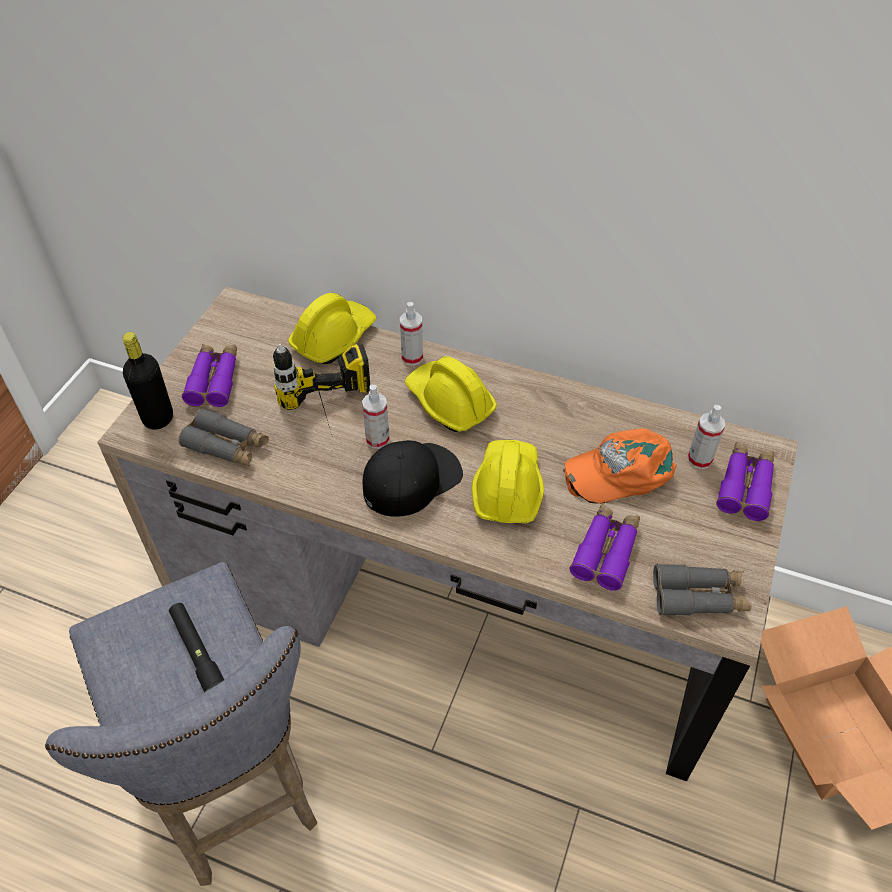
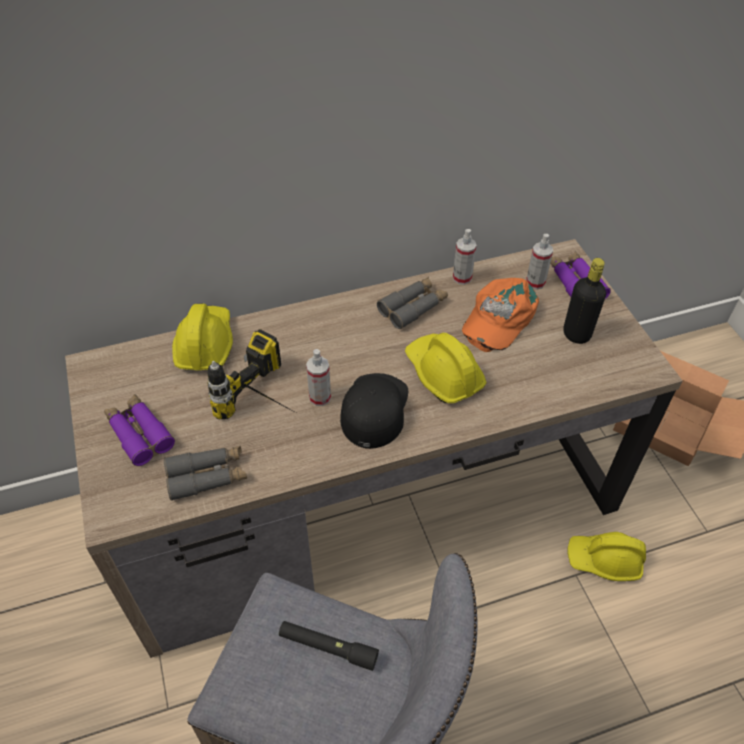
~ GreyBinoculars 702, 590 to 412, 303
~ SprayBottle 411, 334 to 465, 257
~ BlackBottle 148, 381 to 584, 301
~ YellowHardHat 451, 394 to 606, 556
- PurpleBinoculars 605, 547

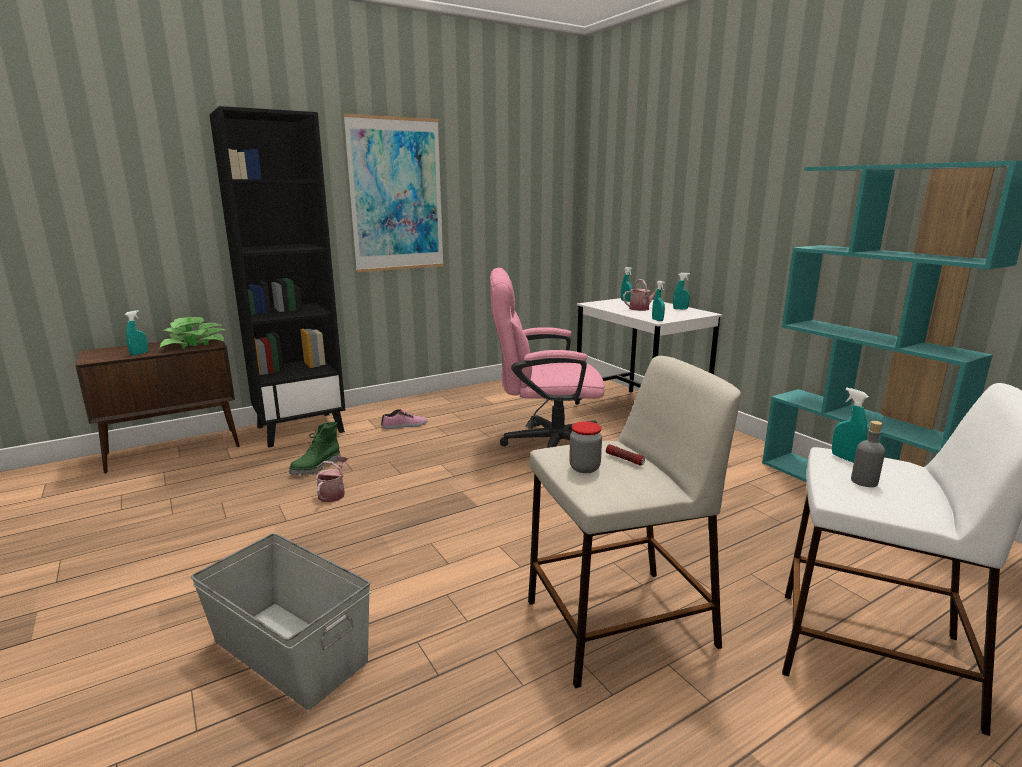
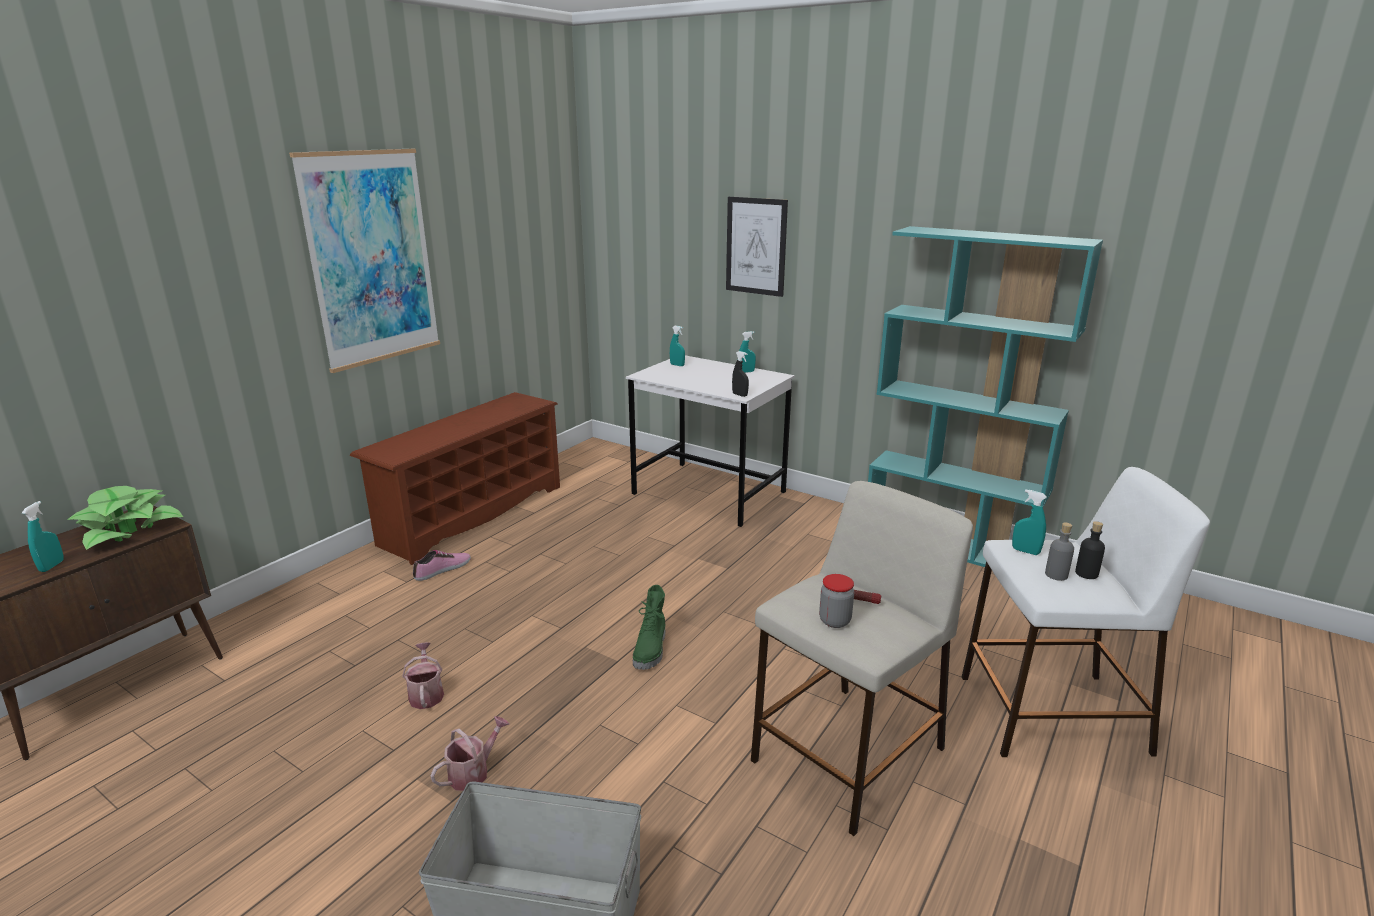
+ BrownShoeRack 455, 478
~ WateringCan 643, 295 to 469, 753
~ GreenBoot 314, 448 to 649, 627
+ Picture 757, 247
~ TurquoiseSprayBottle 658, 301 to BlackSprayBottle 740, 374
+ BlackBottle 1090, 550
- BlackBookcase 277, 277
- PinkOfficeChair 547, 358

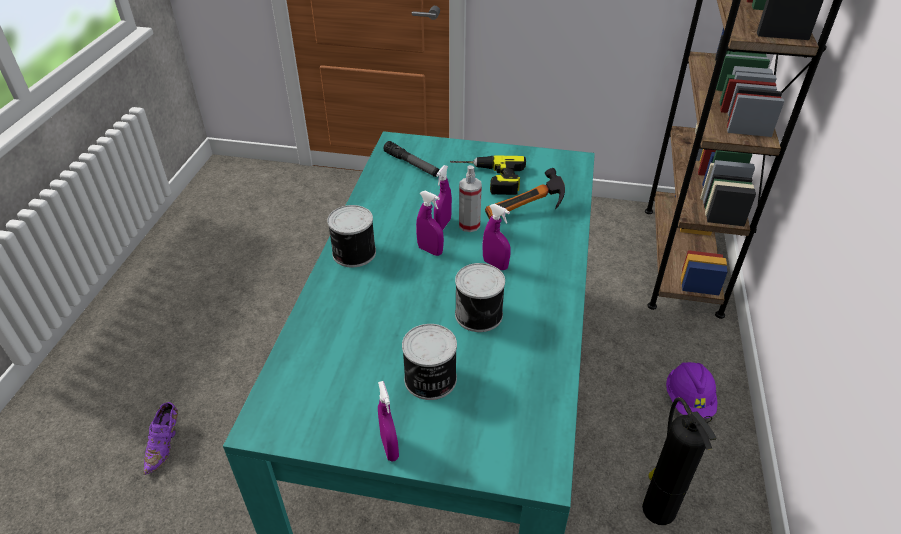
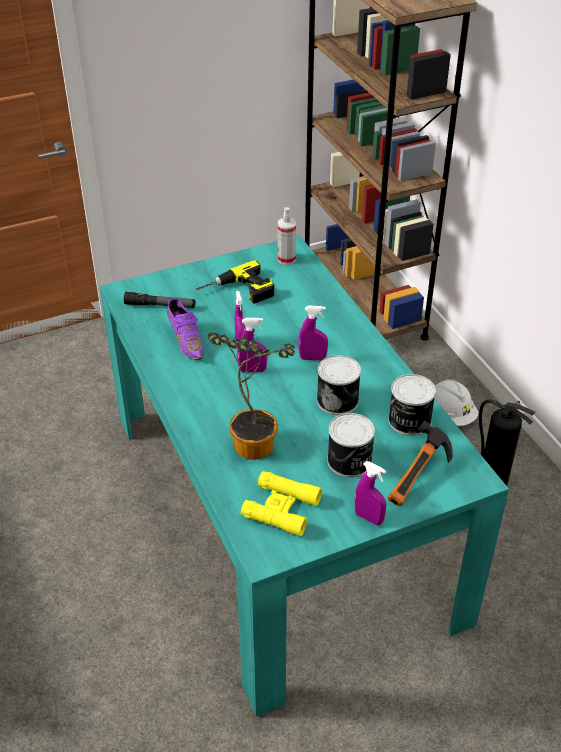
~ PurpleShoe 160, 438 to 185, 329
+ PottedPlant 251, 396
+ YellowBinoculars 281, 503
~ SprayBottle 470, 198 to 287, 236
~ Can 351, 236 to 412, 405
~ Hammer 525, 193 to 420, 463
~ PurpleHardHat 691, 390 to WhiteHardHat 456, 402

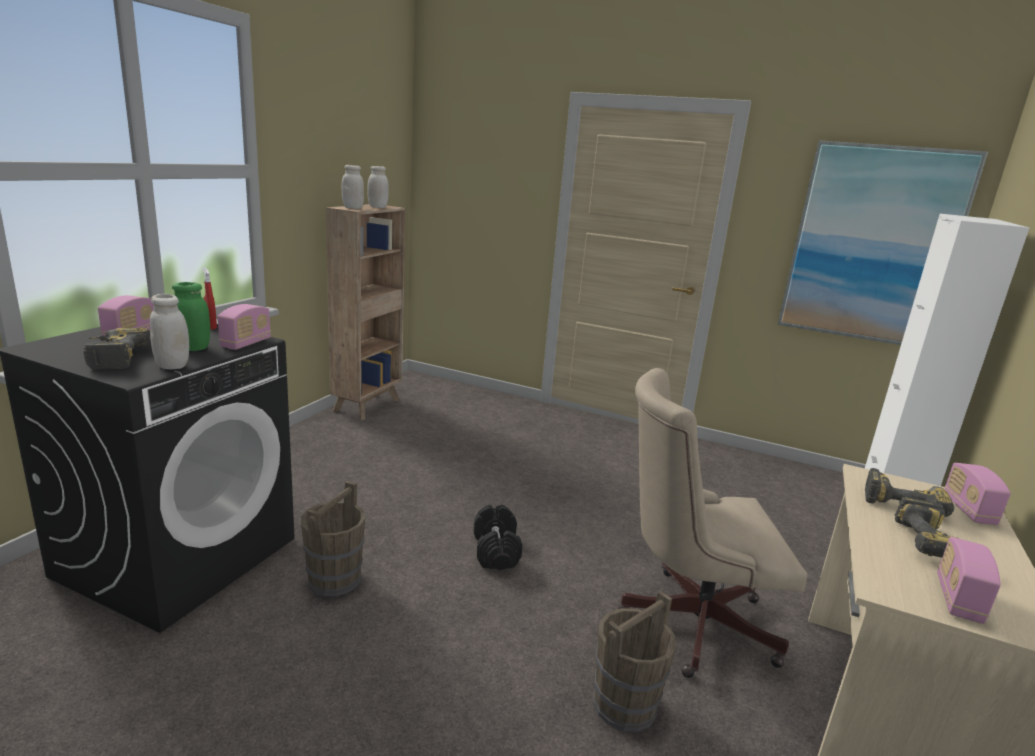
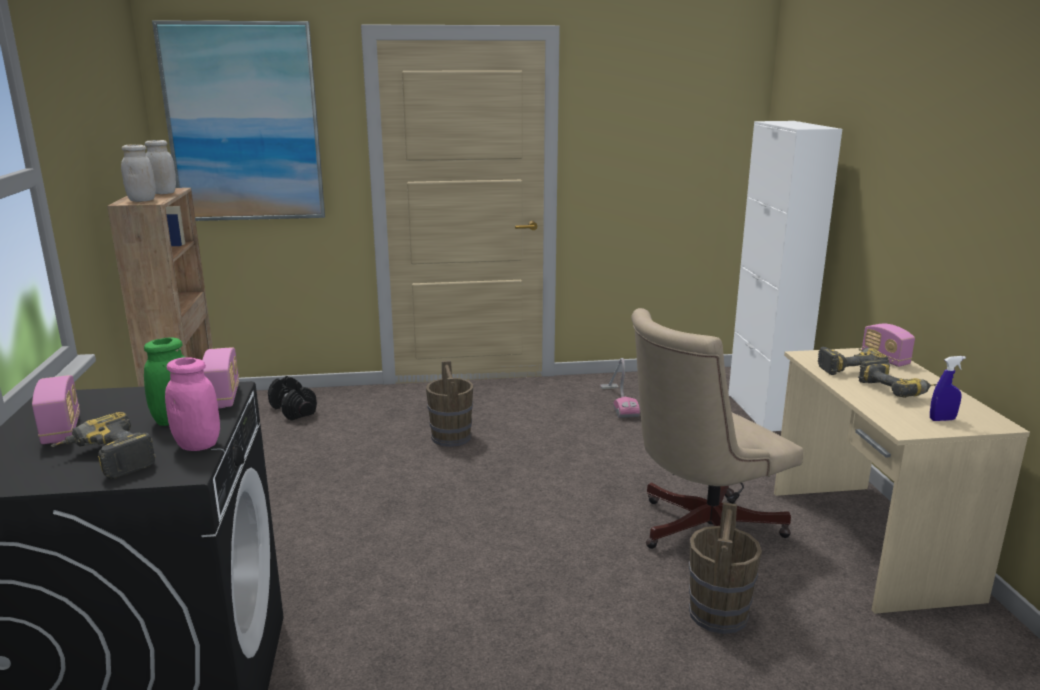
~ Picture 883, 242 to 238, 120
~ WhiteJar 169, 332 to PinkJar 192, 404
~ BlackDumbbell 498, 537 to 292, 398
~ BrownBucket 333, 538 to 449, 404
+ VacuumCleaner 620, 388
~ Radio 969, 580 to BlueSprayBottle 948, 388
- RedSprayBottle 210, 299

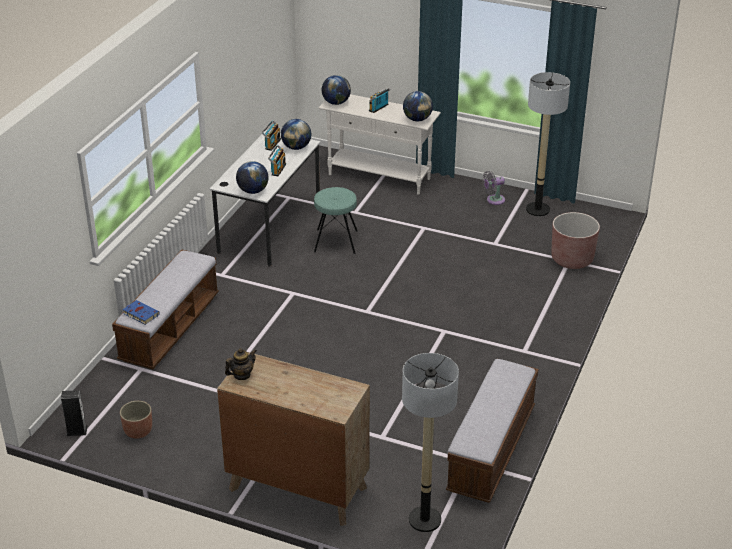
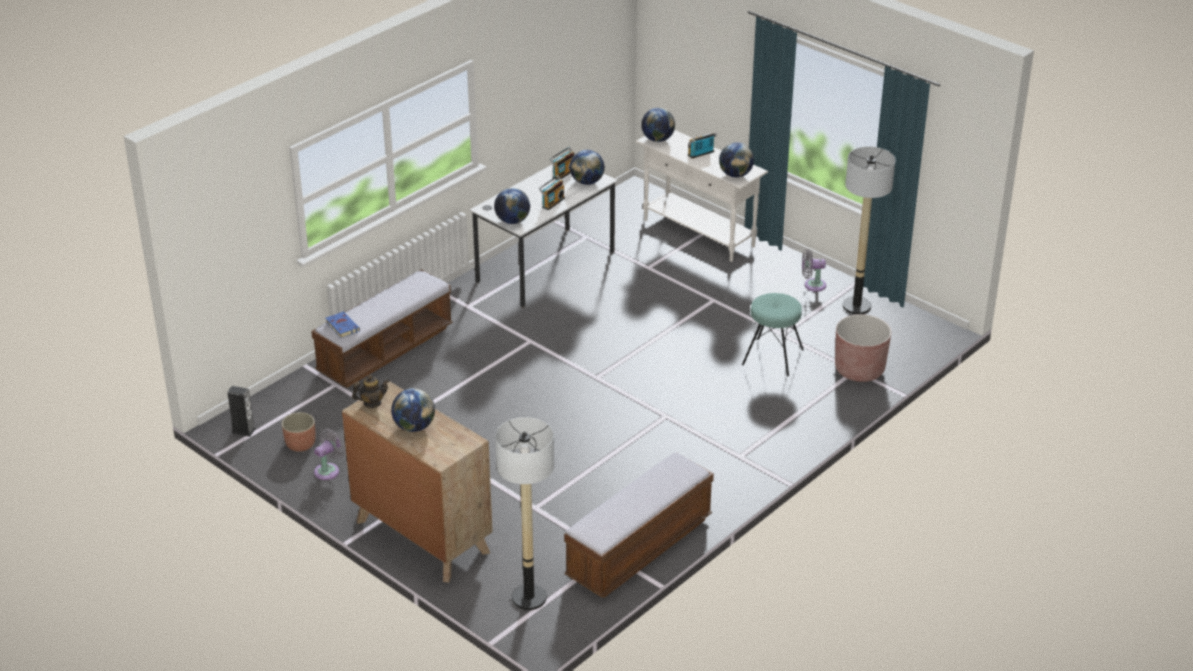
+ GreyFan 330, 454
+ Globe 413, 410
~ TurquoiseStool 336, 220 to 773, 334

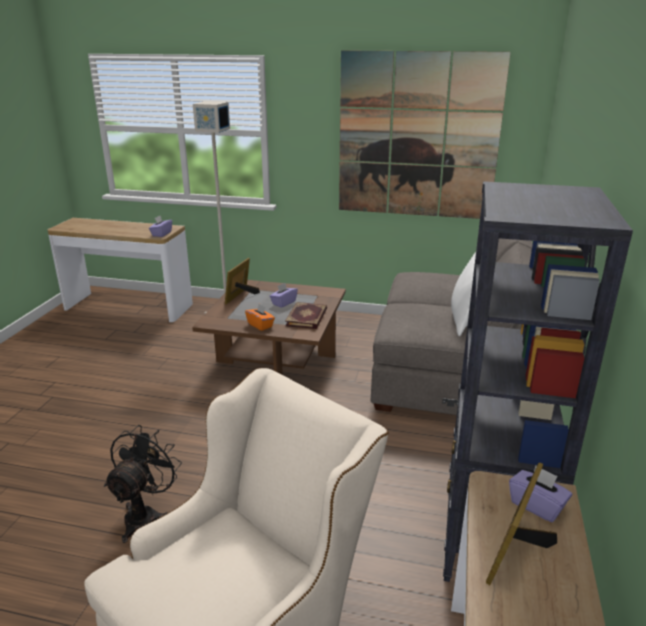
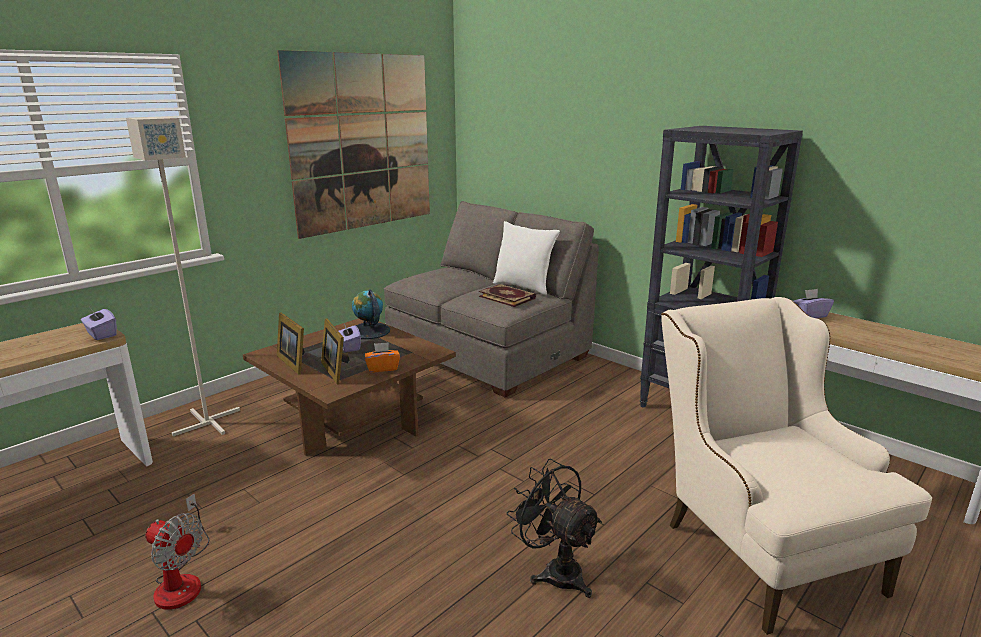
+ Fan 177, 552
~ PictureFrame 521, 524 to 335, 351
+ Globe 371, 314
~ Book 306, 315 to 507, 295

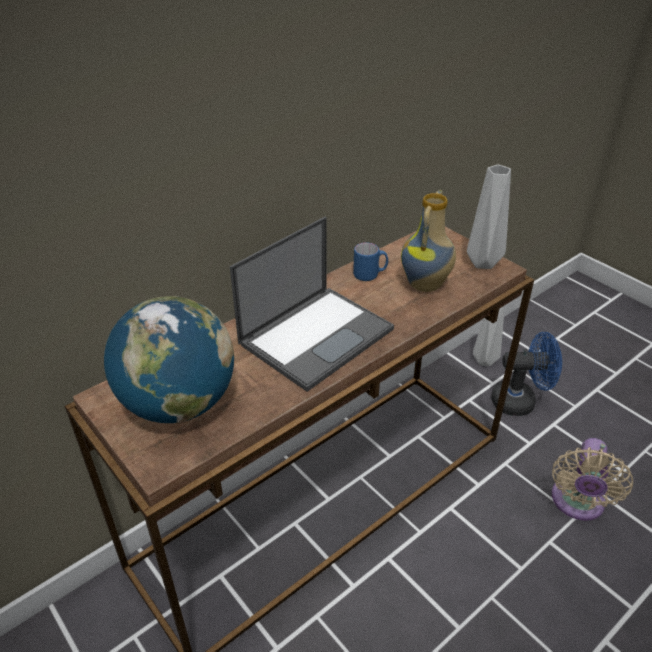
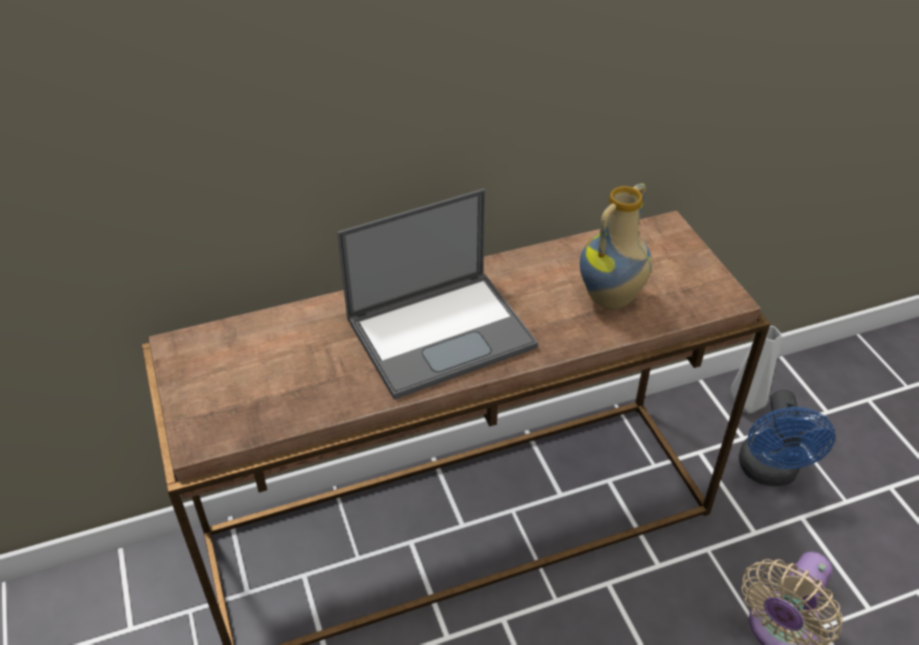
~ BlueFan 526, 374 = 787, 438 75 degrees clockwise
- Globe 169, 359
- BlueMug 370, 261
- GreyVase 489, 217

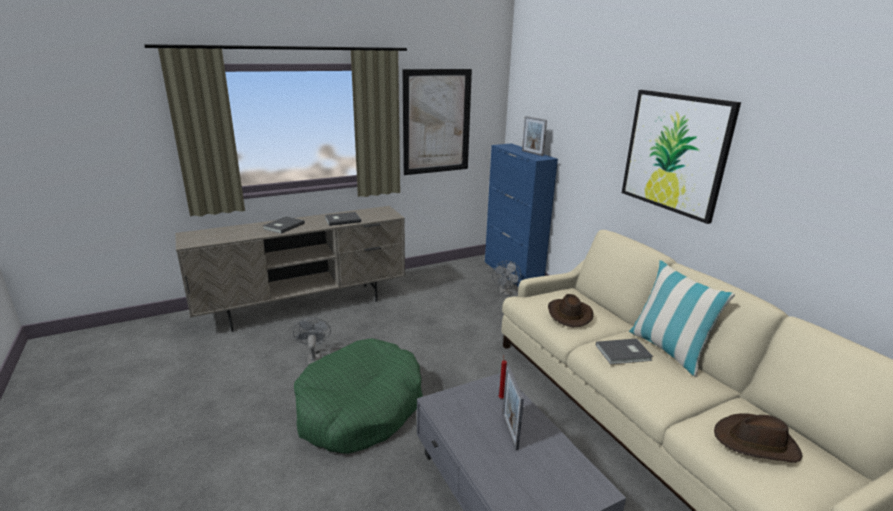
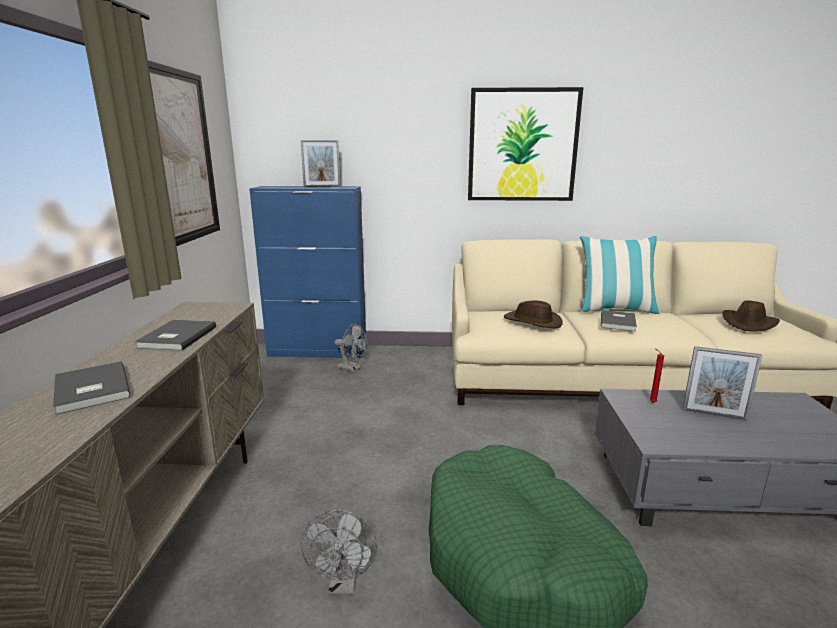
~ GreyFan 312, 342 = 338, 552 105 degrees counterclockwise

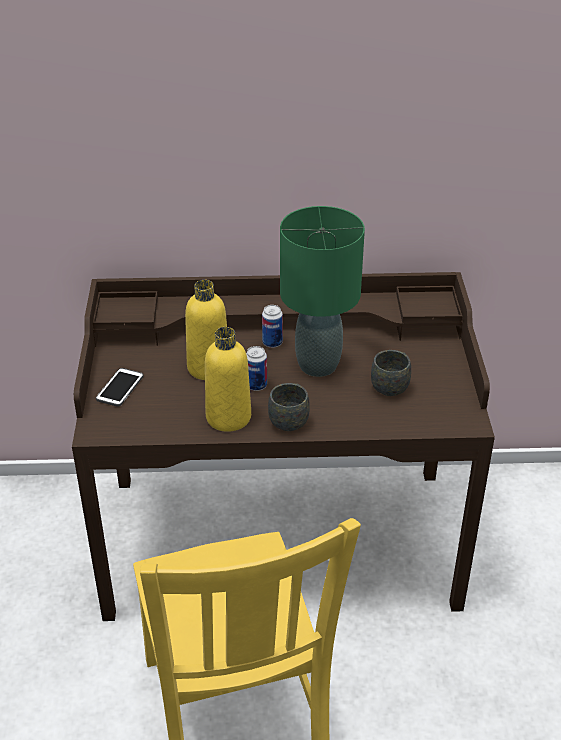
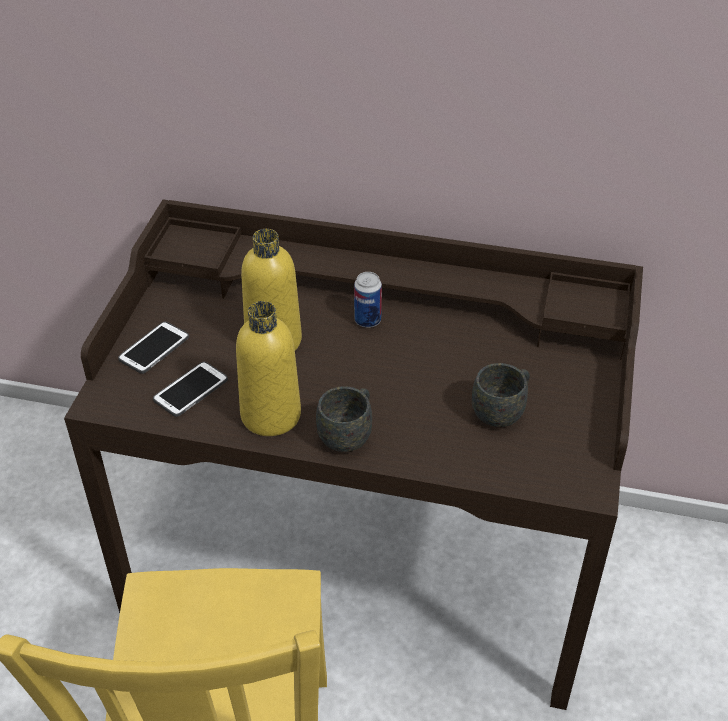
+ Phone 190, 389
- Can 256, 368
- GreenTableLamp 322, 291

